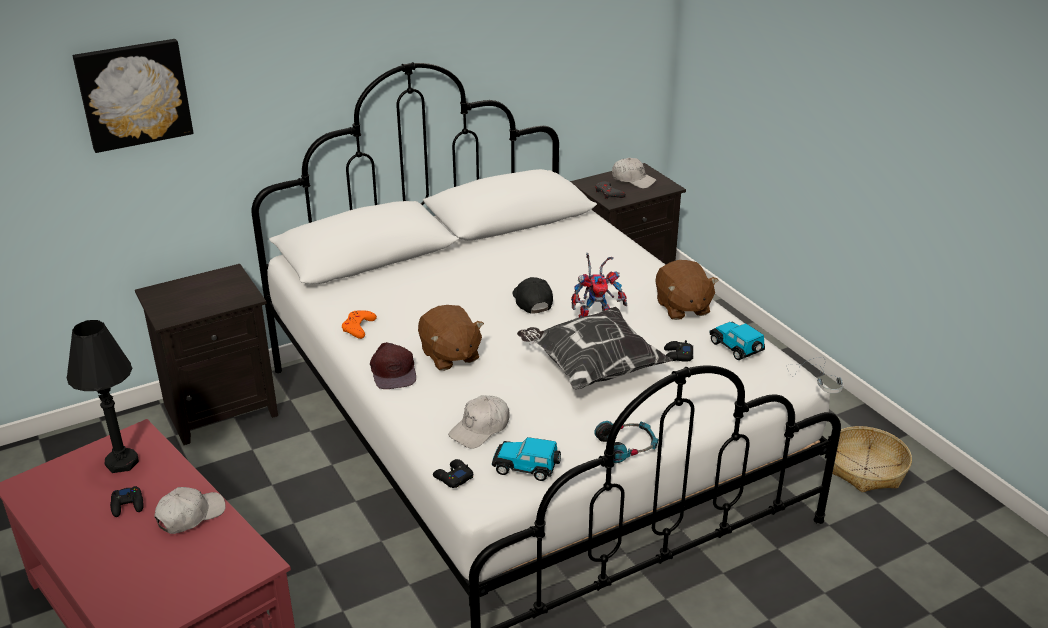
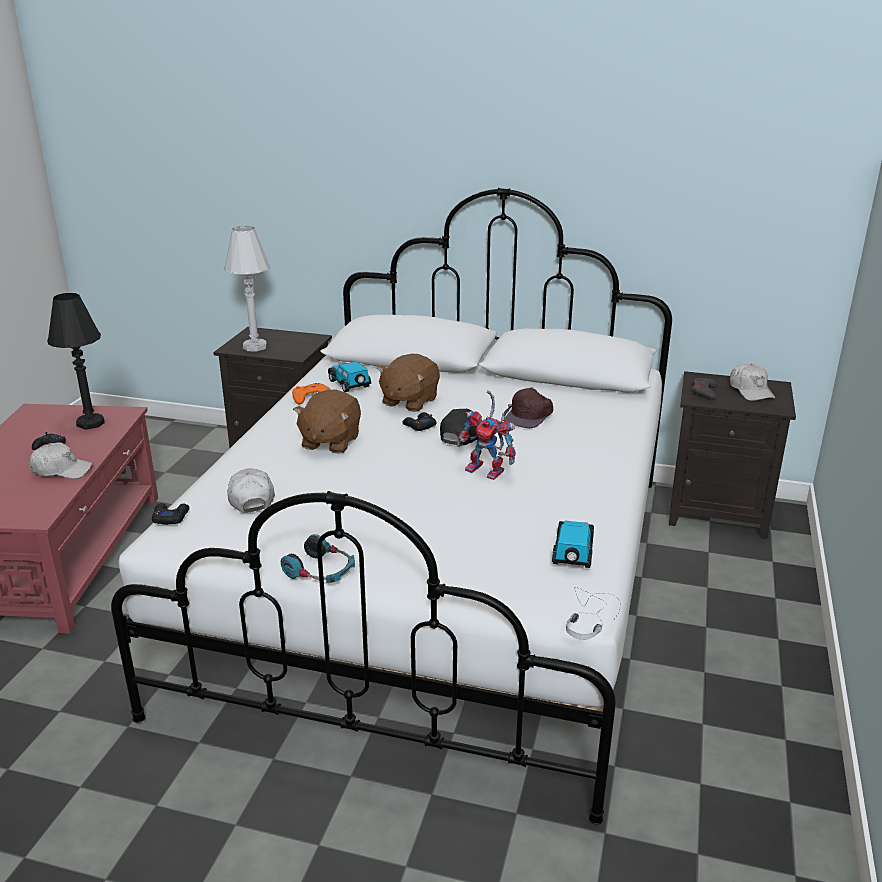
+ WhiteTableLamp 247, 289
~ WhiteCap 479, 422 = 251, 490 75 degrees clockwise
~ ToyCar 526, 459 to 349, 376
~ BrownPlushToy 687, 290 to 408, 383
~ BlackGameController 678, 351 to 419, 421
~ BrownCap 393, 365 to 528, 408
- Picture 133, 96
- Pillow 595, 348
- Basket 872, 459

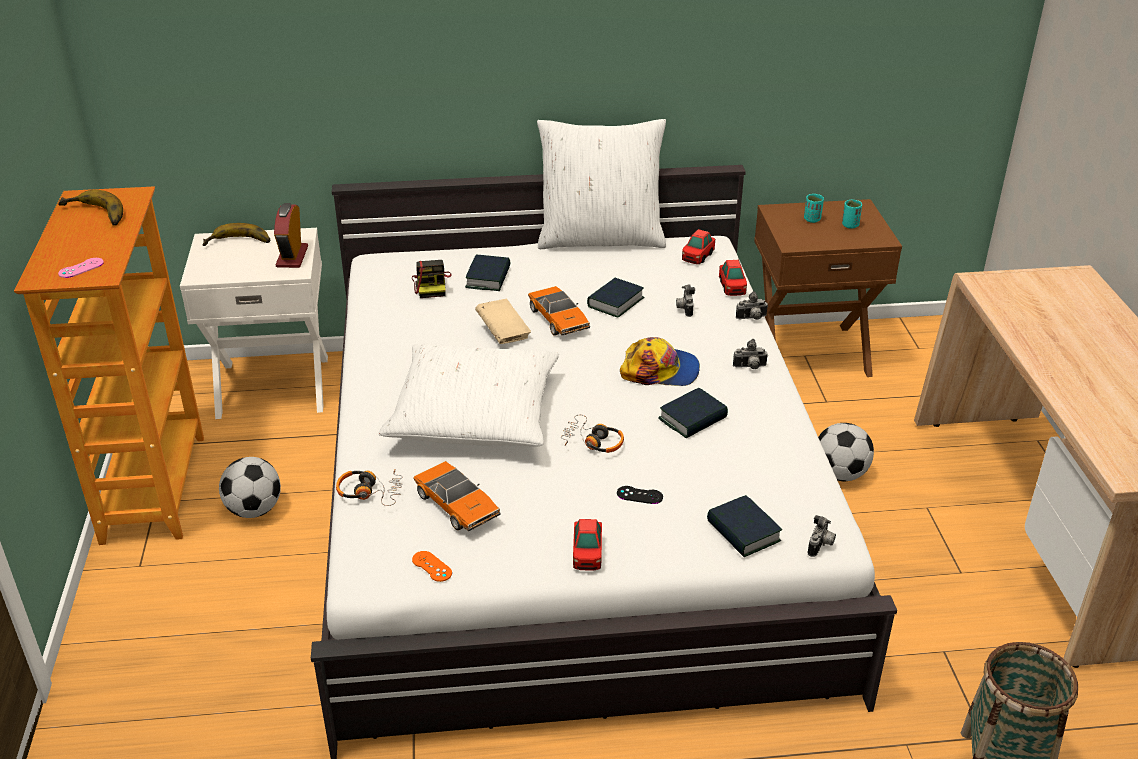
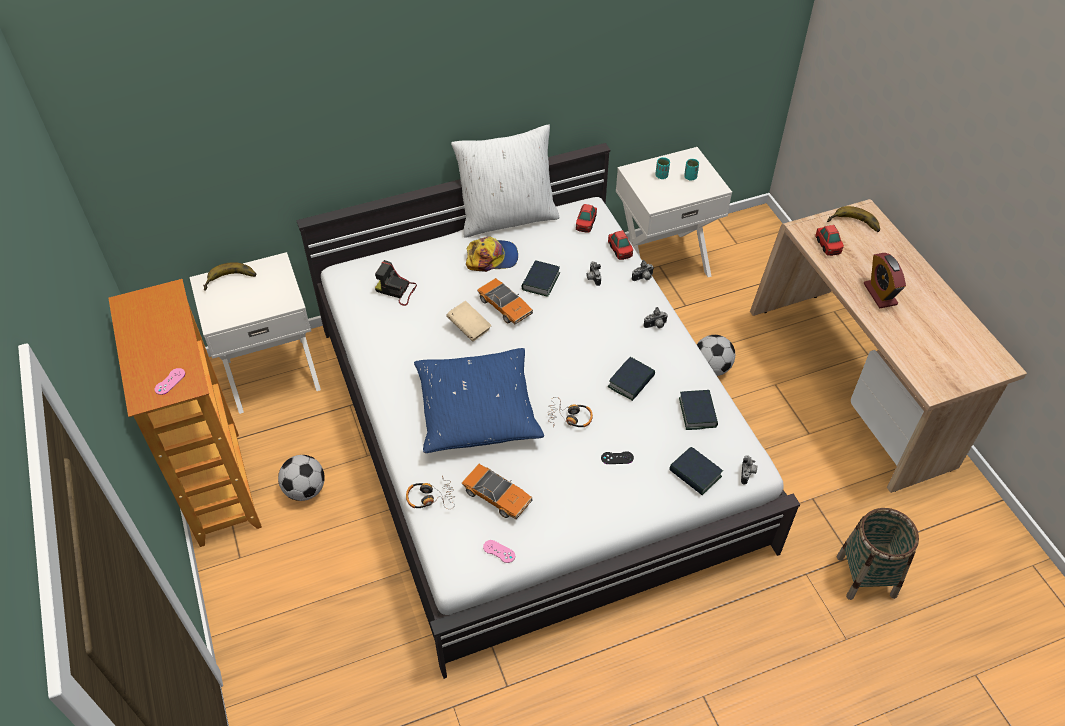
~ PhotoCamera 432, 279 = 396, 283 135 degrees clockwise
~ WhitePillow 468, 395 to BluePillow 479, 400
~ Cap 660, 361 to 492, 254
~ OrangeGameController 432, 566 to PinkGameController 499, 551
~ BrownNightstand 828, 288 to WhiteNightstand 674, 212
~ Book 487, 273 to 698, 410
~ ToyCar 587, 545 to 829, 240
~ Banana 90, 208 to 853, 219
~ AlarmClock 291, 235 to 884, 280

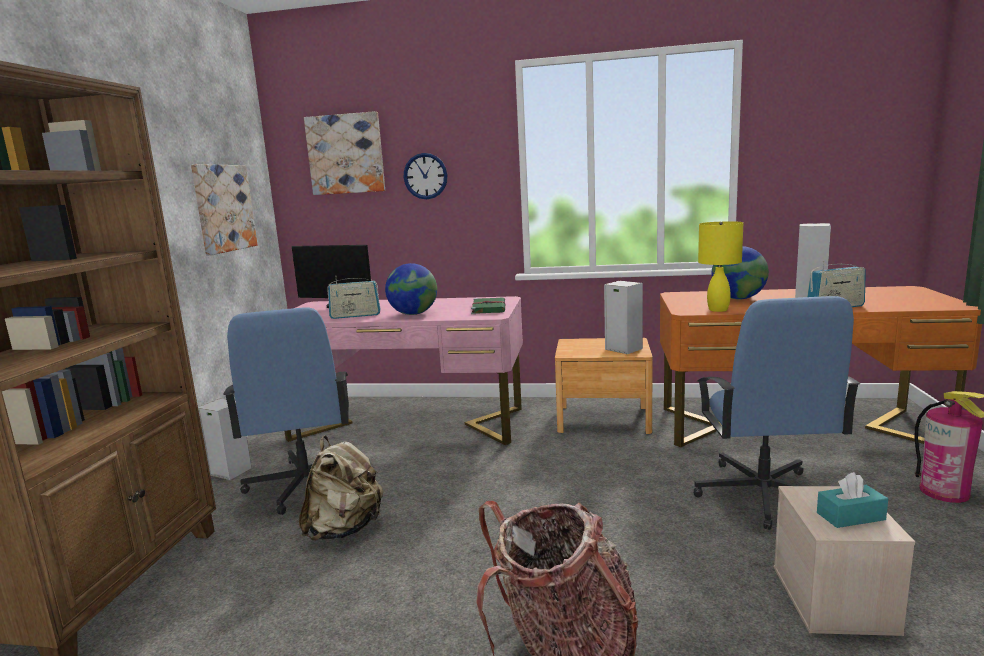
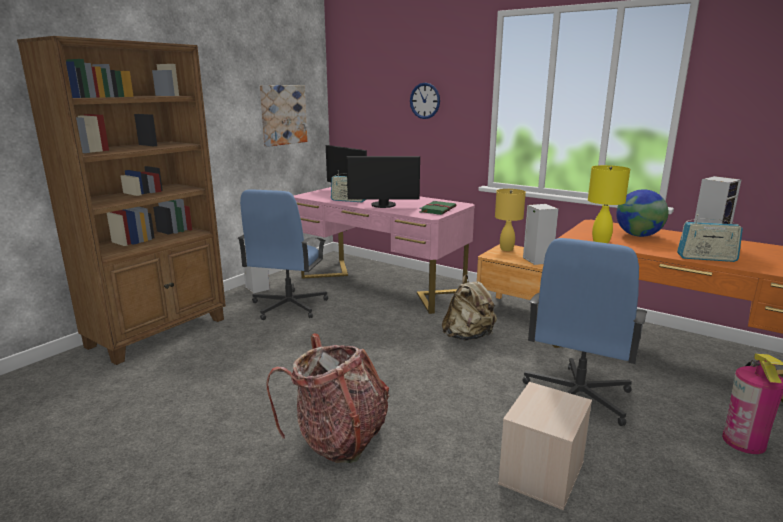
~ Globe 411, 289 to Monitor 383, 182
~ BeigeBackpack 341, 488 to 469, 308
+ YellowTableLamp 510, 220
- Picture 344, 153
- TurquoiseTissueBox 852, 500

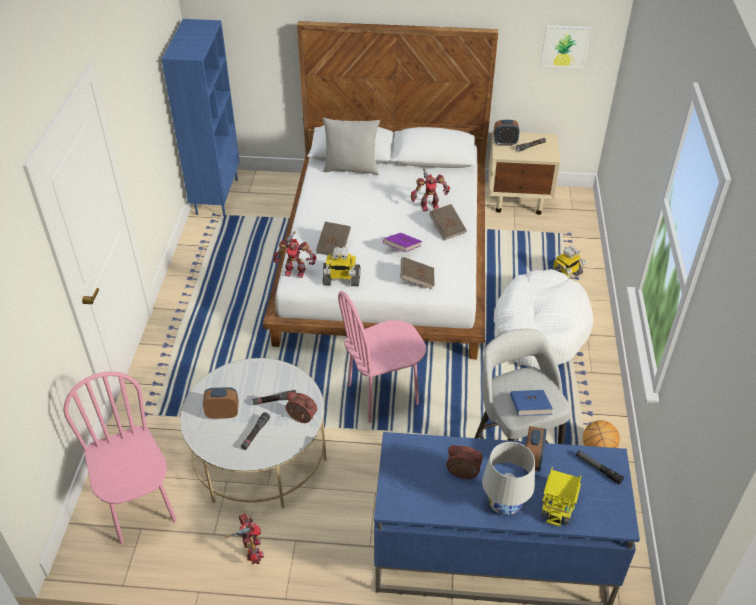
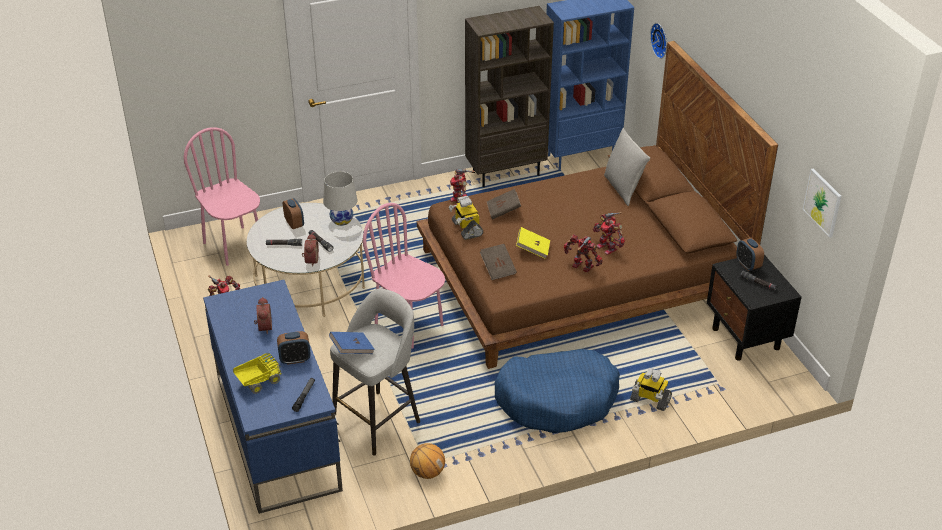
~ PinkChair 120, 457 = 222, 196 75 degrees counterclockwise
~ ToyTruck 561, 497 = 257, 373 150 degrees clockwise
~ WhiteTableLamp 508, 478 to 340, 198
~ WhiteBed 380, 190 to BrownBed 597, 205
+ BrownBookcase 509, 96
~ WhiteDogBed 543, 318 to BlueDogBed 557, 391
~ PurpleBook 402, 242 to YellowBook 533, 243
~ BrownBook 448, 222 to ToyRobot 583, 253
+ WallClock 658, 41
~ BeigeNightstand 524, 173 to BlackNightstand 754, 308

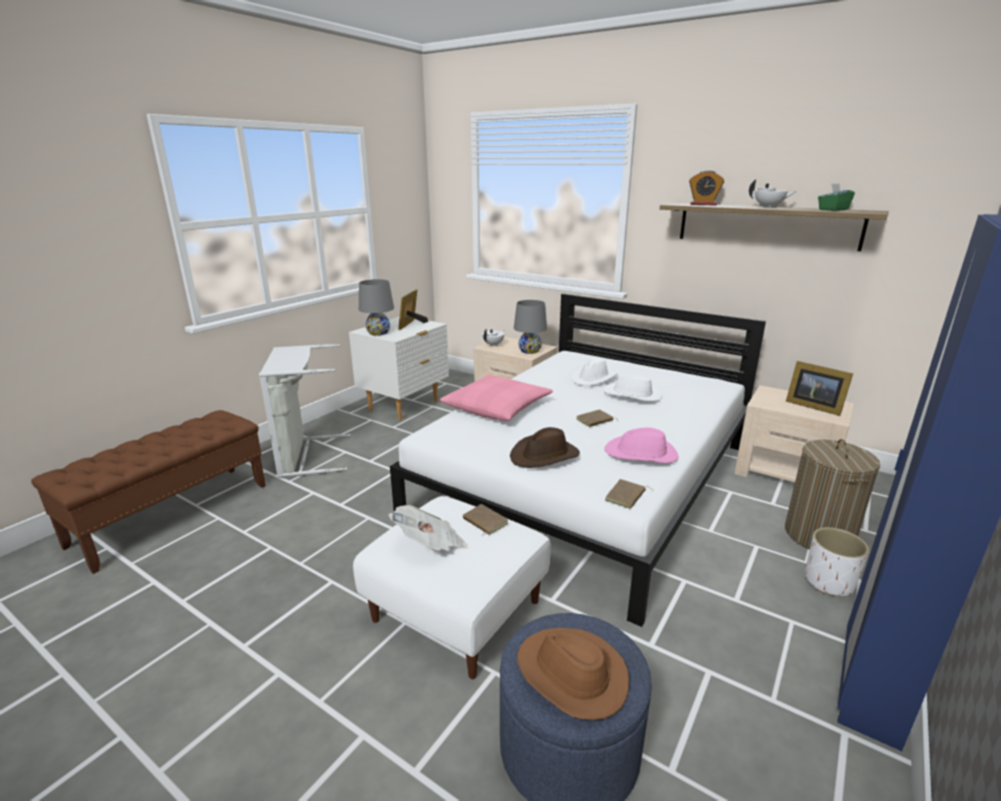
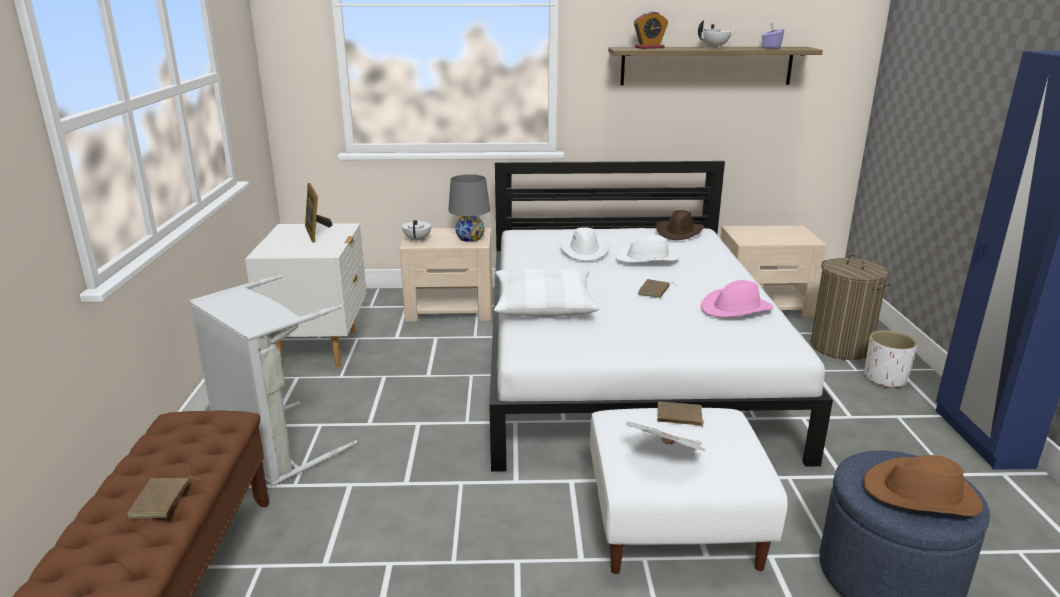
~ BrownBook 629, 494 to 164, 497
~ PinkPillow 496, 398 to WhitePillow 546, 293
~ BrownHat 545, 447 to 680, 225
~ GreenTissueBox 836, 197 to PurpleTissueBox 773, 36
- GreyTableLamp 376, 307
- PictureFrame 819, 388

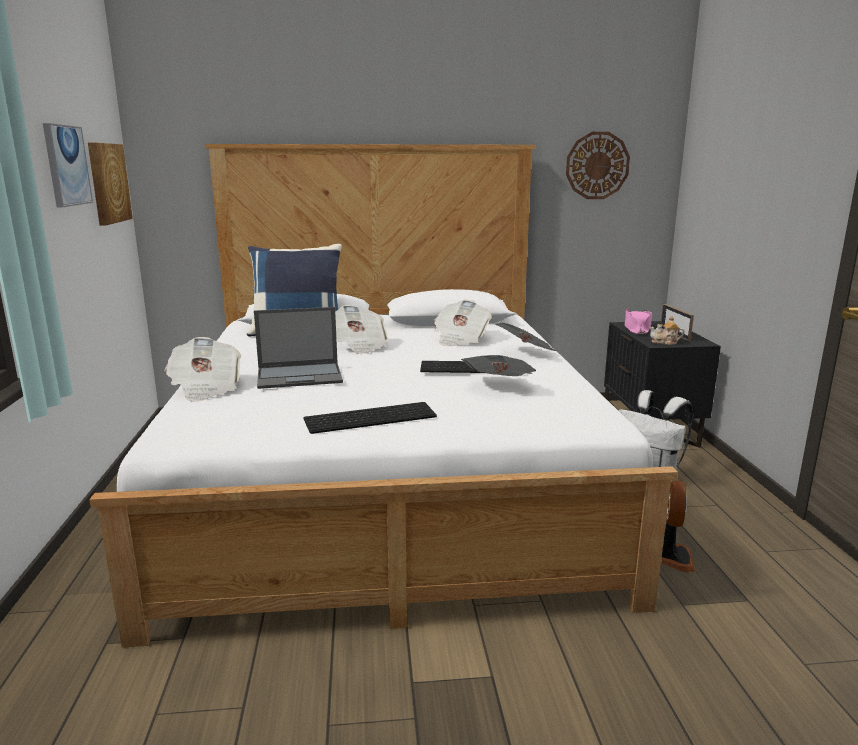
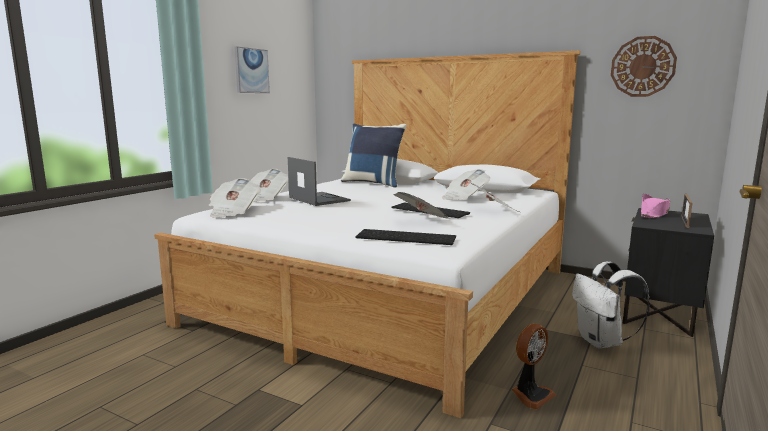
~ Newspaper 361, 329 to 234, 198
~ Laptop 298, 348 = 319, 181 150 degrees counterclockwise
~ Keyboard 370, 418 to 406, 237
- Picture 110, 183
- Teapot 667, 330

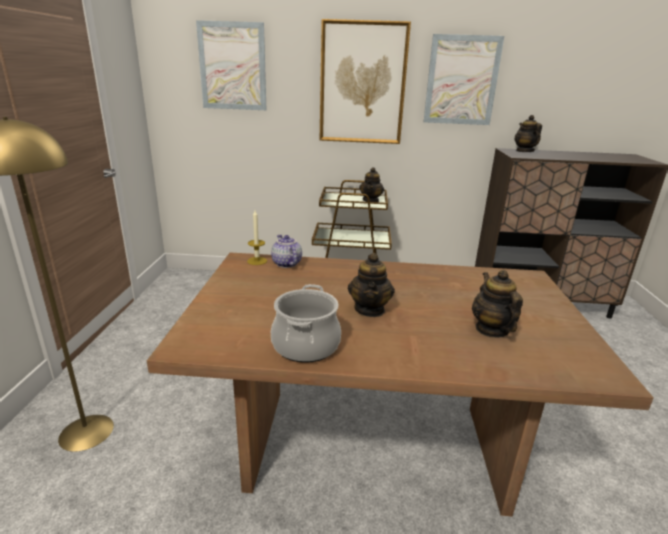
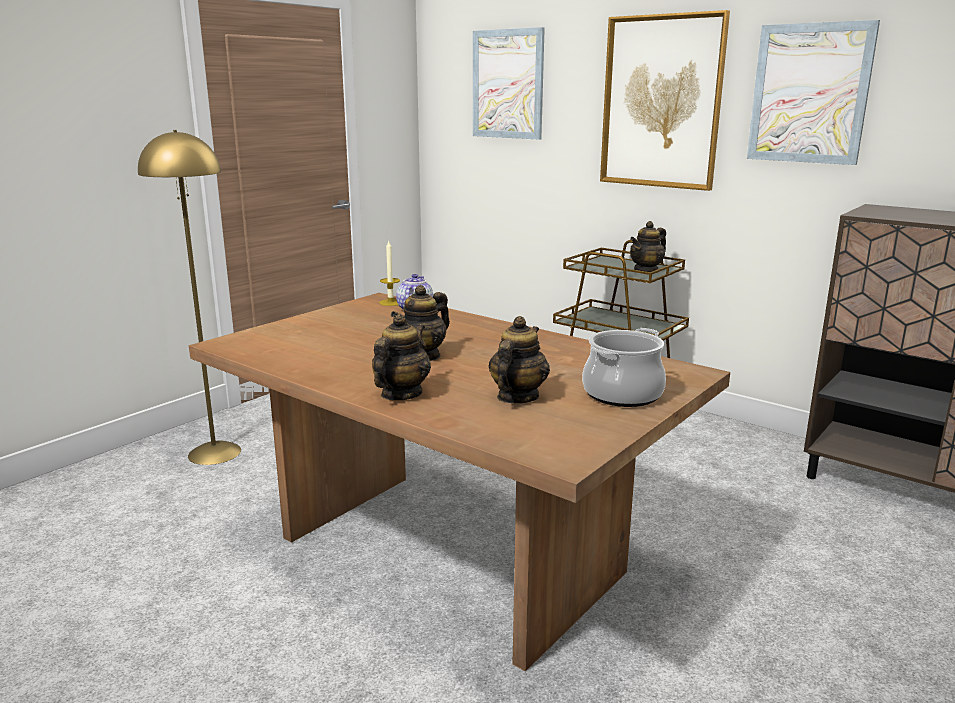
~ Teapot 528, 133 to 401, 357
~ CookingPot 306, 323 to 624, 367

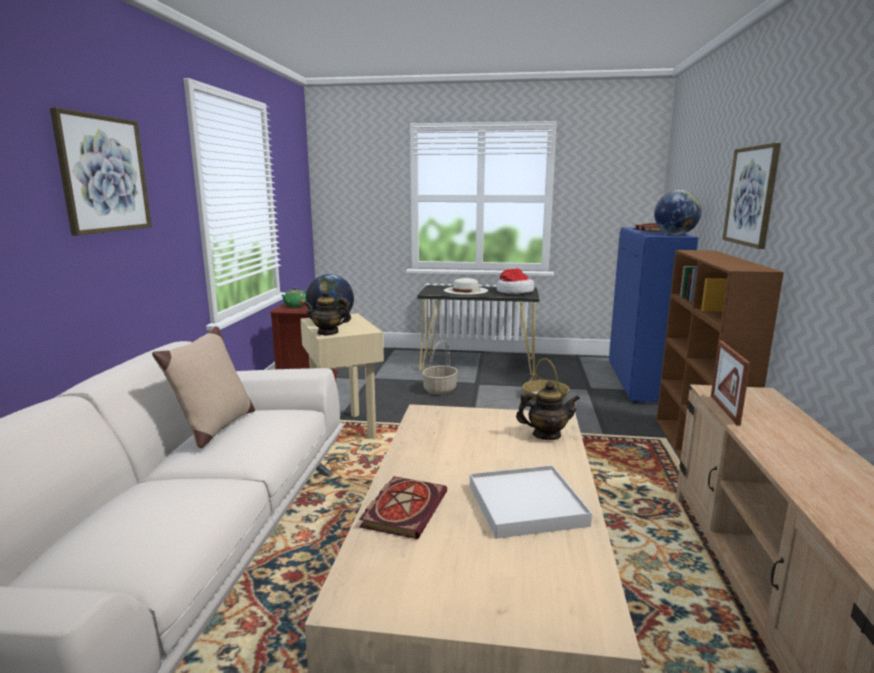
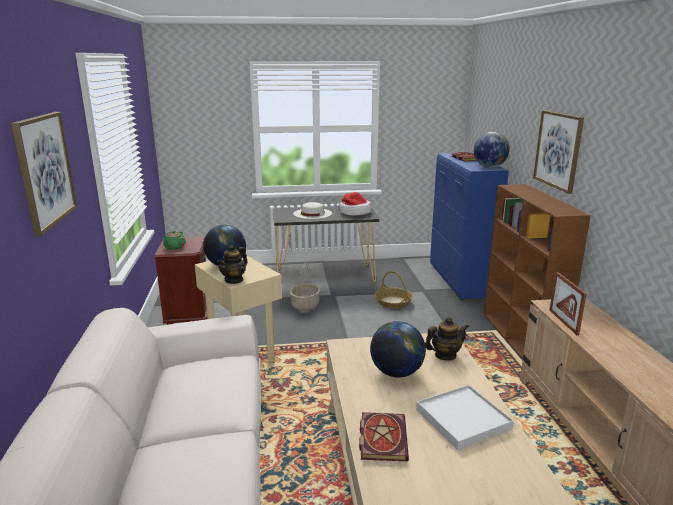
~ Teapot 327, 312 = 232, 264 45 degrees counterclockwise
+ Globe 398, 349
- BeigePillow 203, 387

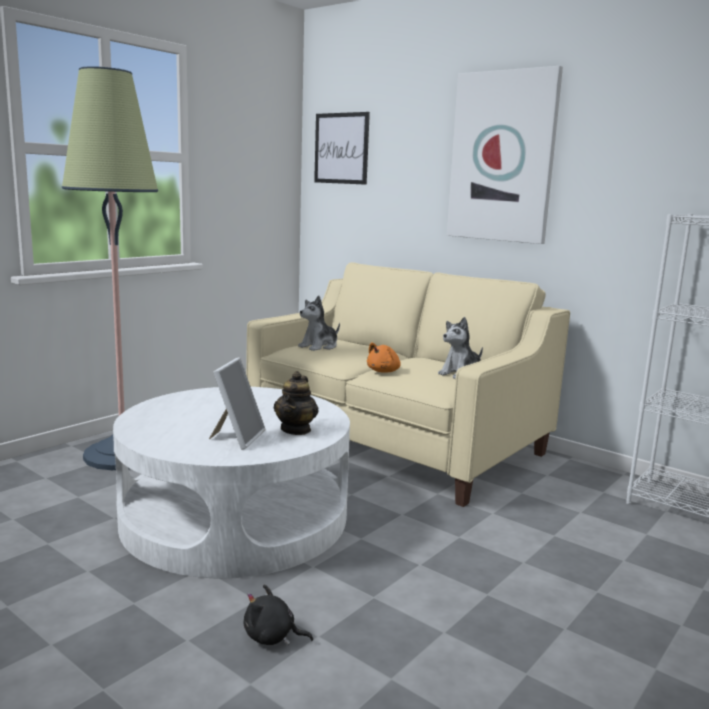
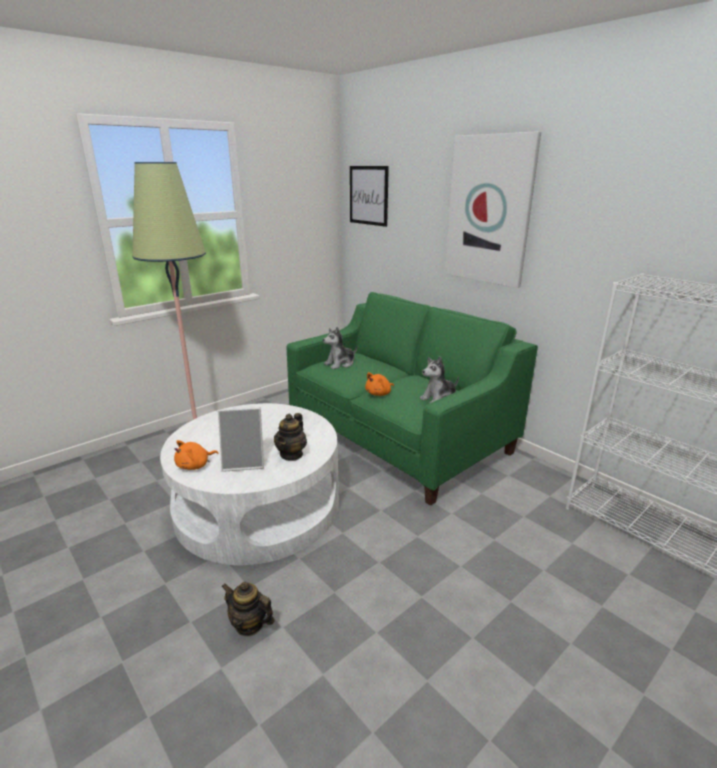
+ OrangePlushToy 196, 455
~ PictureFrame 237, 403 = 241, 439 60 degrees clockwise
~ BlackPlushToy 278, 615 to Teapot 247, 609
~ BeigeSofa 408, 384 to GreenSofa 412, 399

